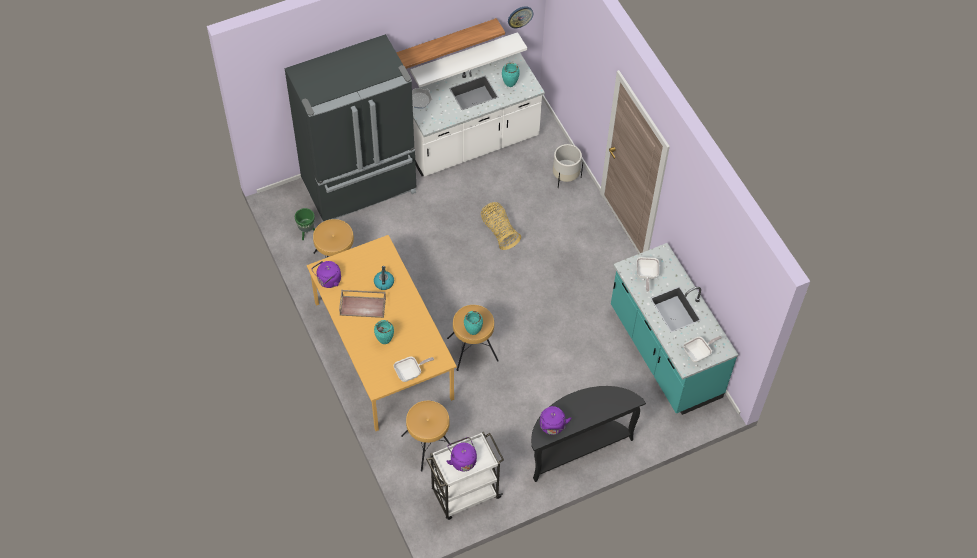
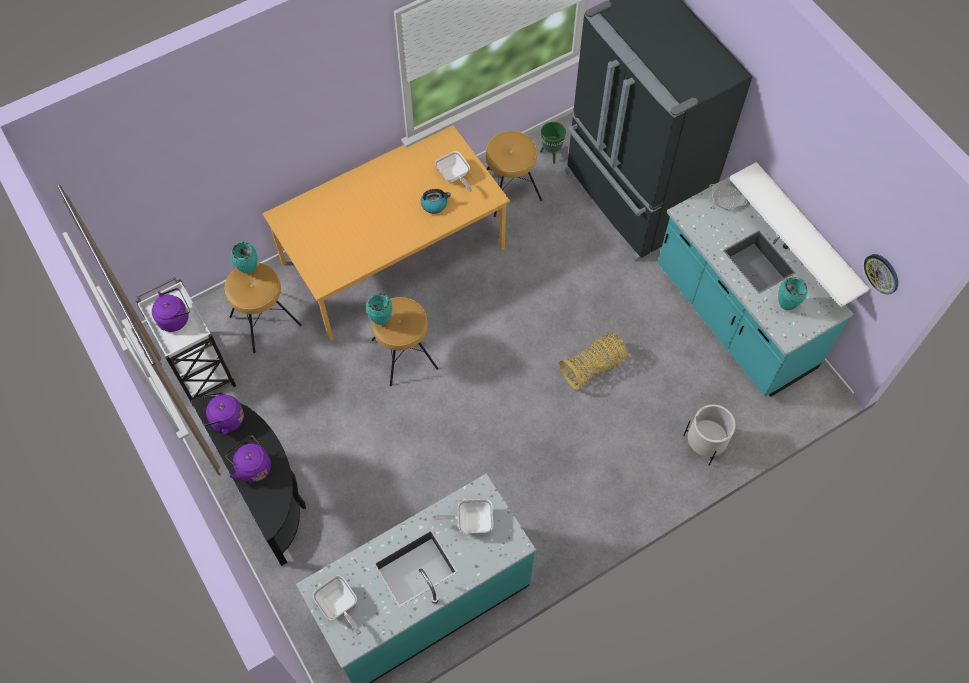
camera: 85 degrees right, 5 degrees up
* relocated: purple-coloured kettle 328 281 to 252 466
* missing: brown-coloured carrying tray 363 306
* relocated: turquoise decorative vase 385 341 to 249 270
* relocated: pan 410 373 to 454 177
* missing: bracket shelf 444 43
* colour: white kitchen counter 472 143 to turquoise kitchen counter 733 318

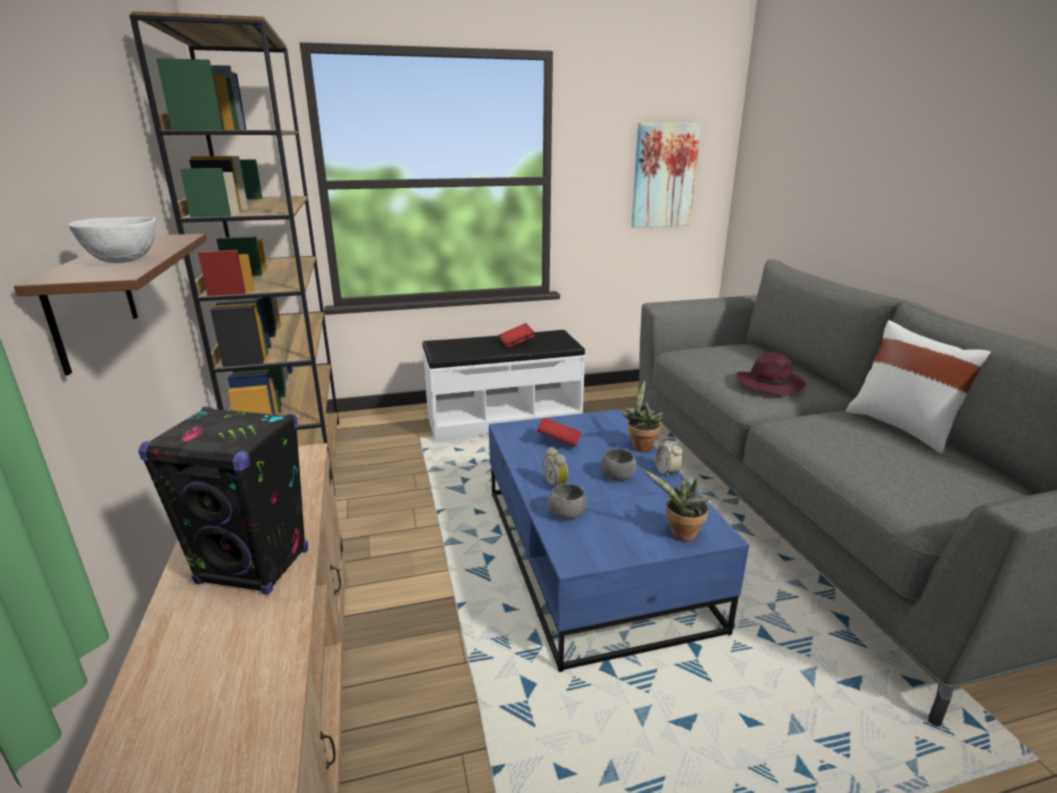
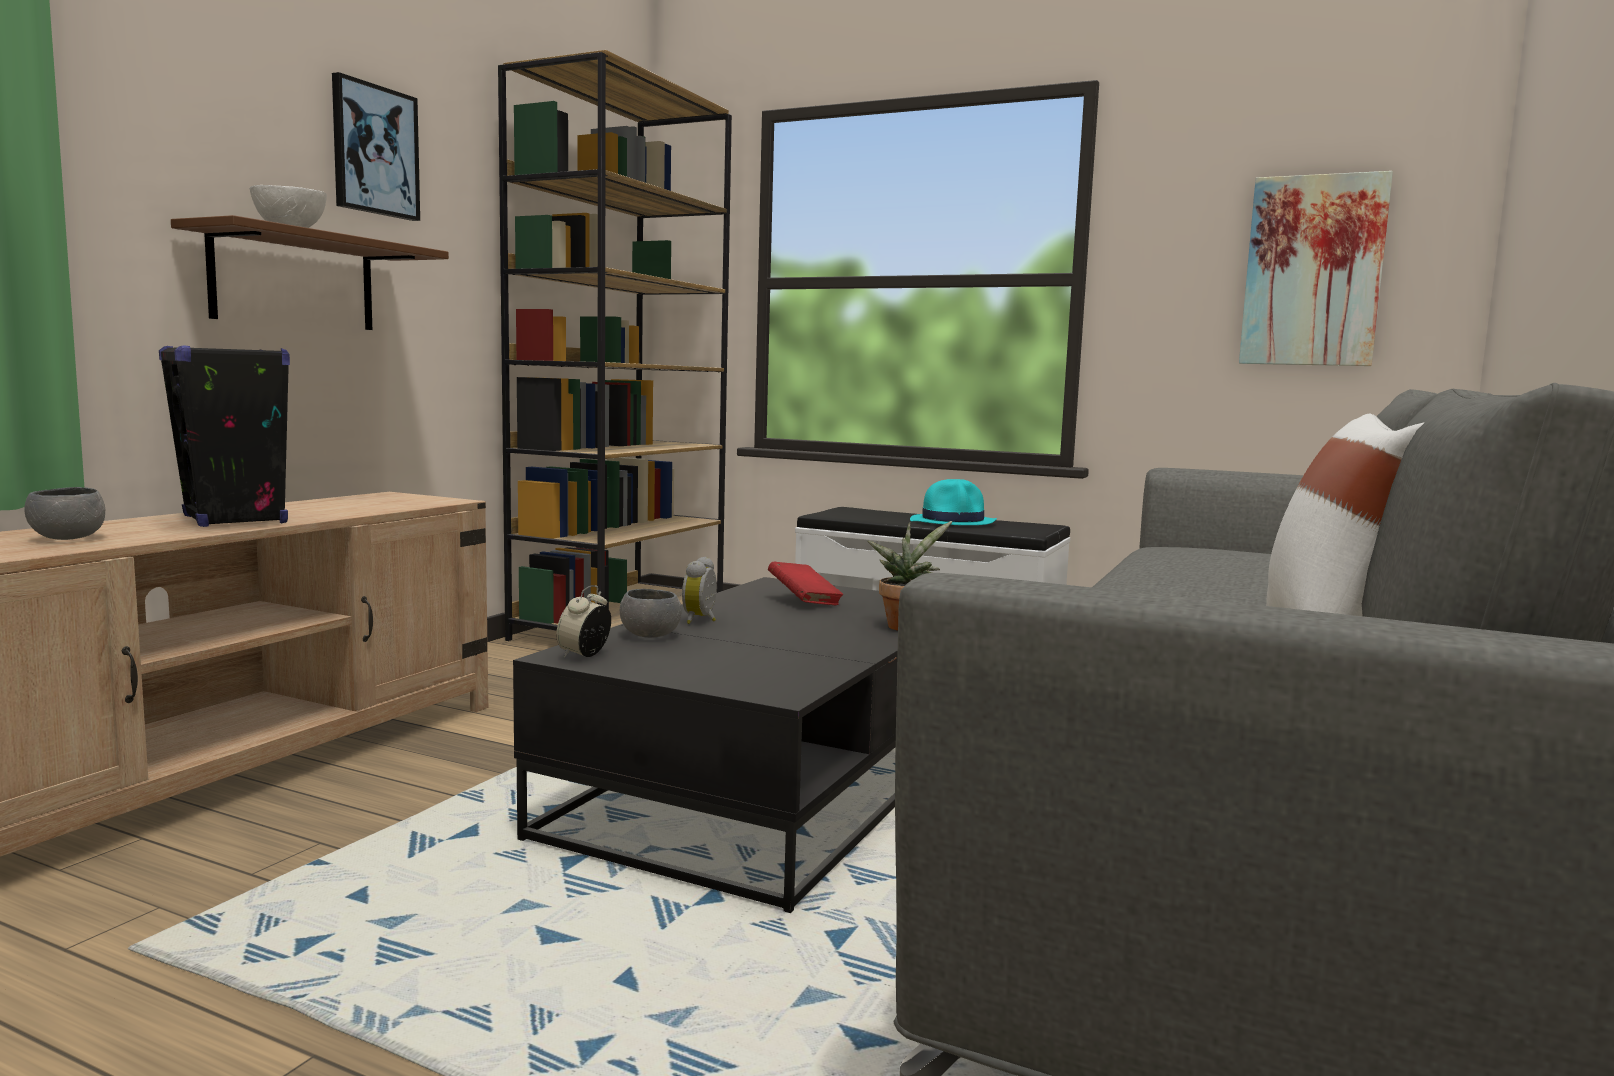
camera: 40 degrees right, 15 degrees down
* colour: blue-coloured coffee table 594 556 to blackish coffee table 772 786
* exchanged: reddish book 516 343 to turquoise clothing hat 953 522
* relocated: gray serving bowl 617 477 to 67 538
* missing: plant in a pot 680 535
* relocated: alarm clock 667 472 to 584 655
* missing: purple-coloured clothing hat 770 384
* appeared: wall art 374 150

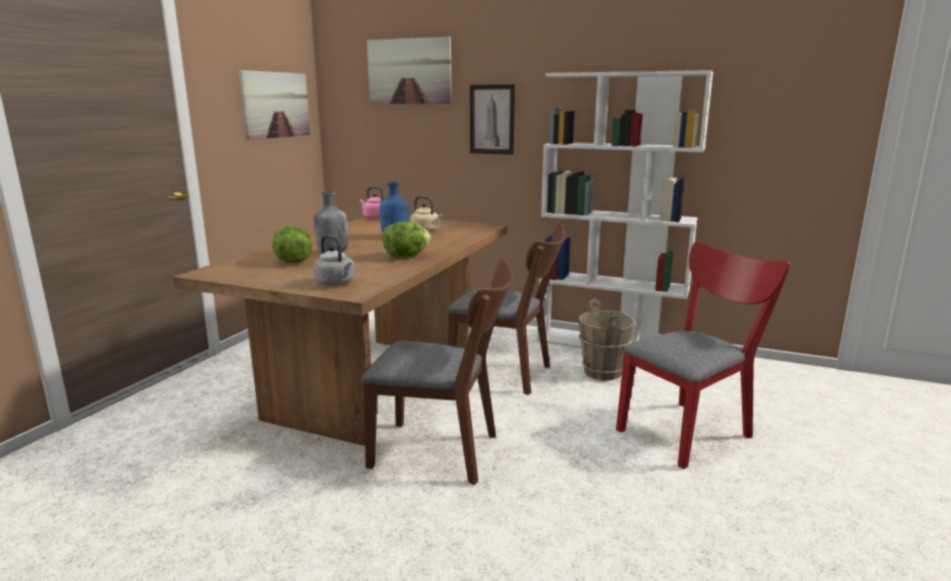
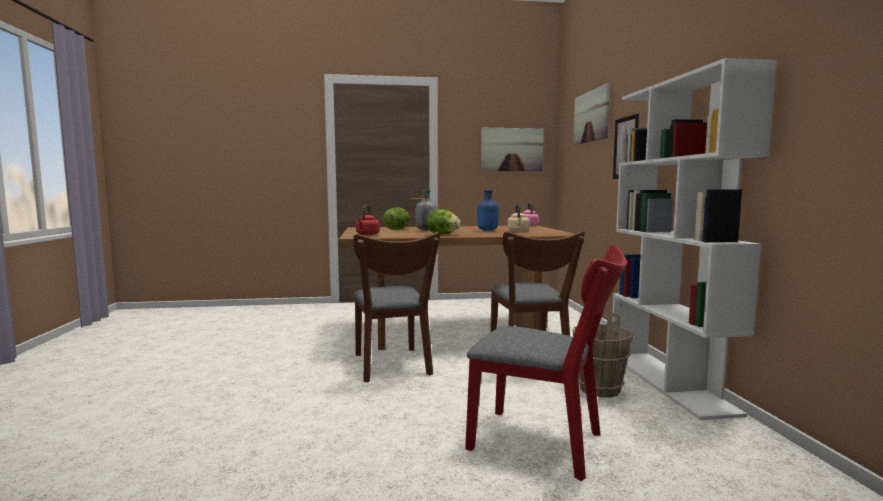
camera: 60 degrees right, 10 degrees down
* colour: gray kettle 336 283 to reddish kettle 367 234

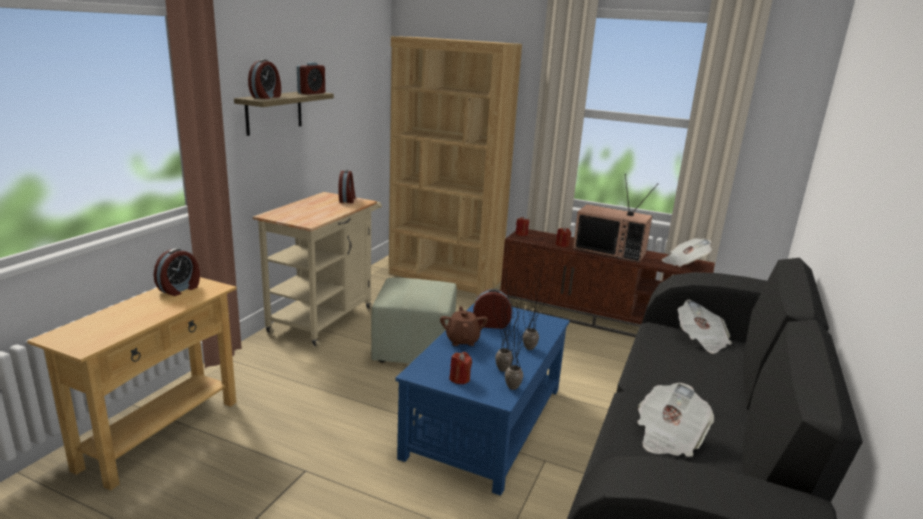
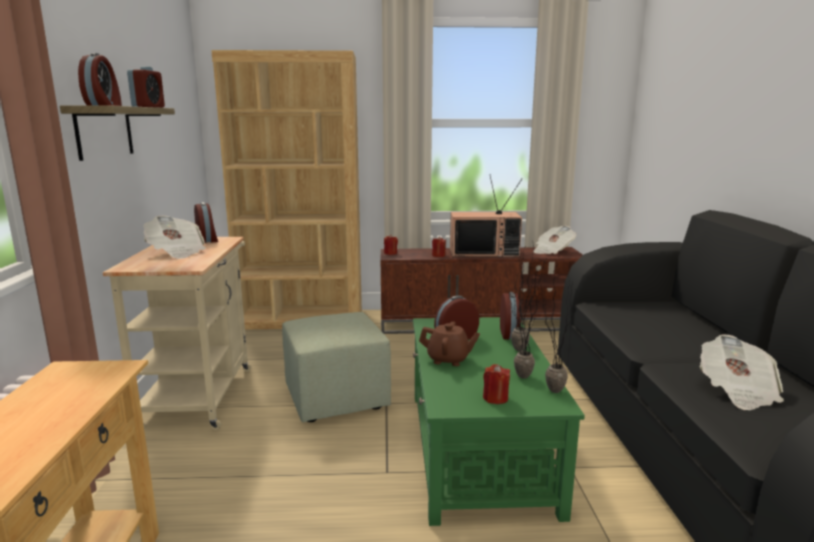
camera: 25 degrees left, 5 degrees down
* relocated: alarm clock 180 289 to 511 334
* colour: blue-coloured coffee table 484 422 to green coffee table 478 449
* spun: brown-coloured pot for tea 462 340 = 448 359 135 degrees clockwise
* relocated: printed paper 701 339 to 176 252

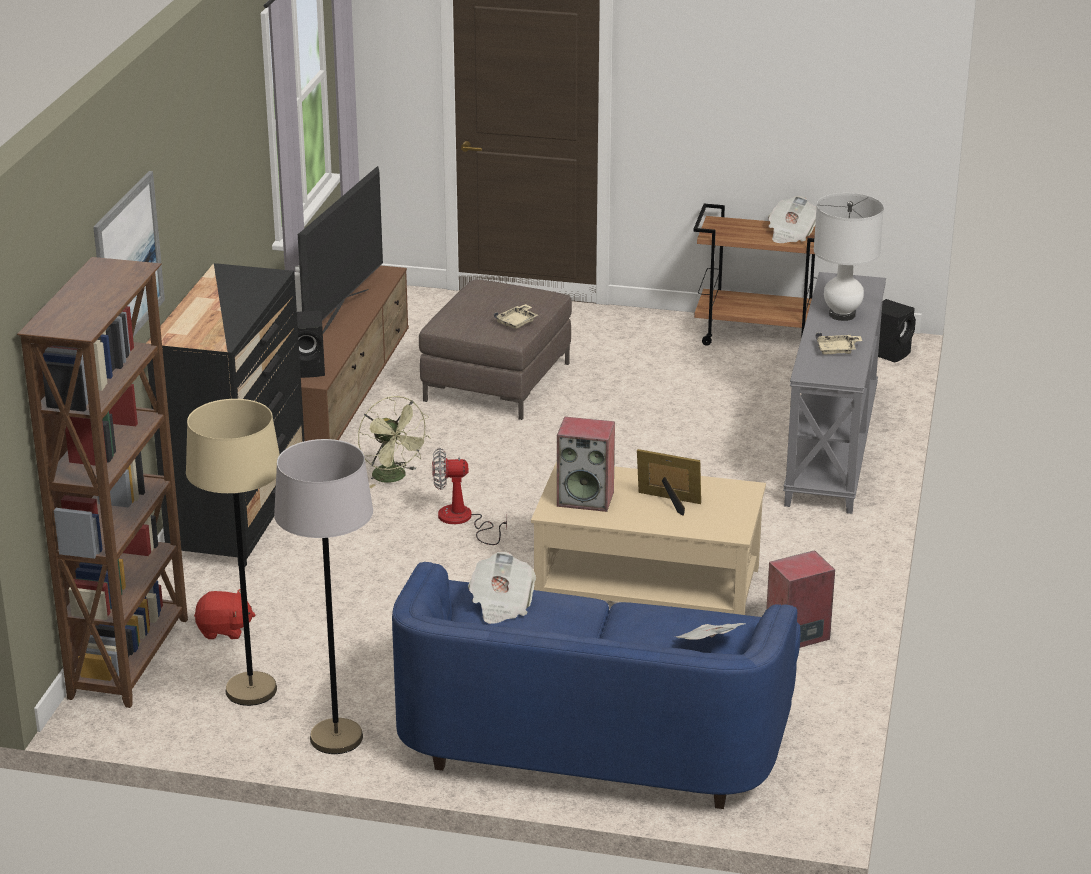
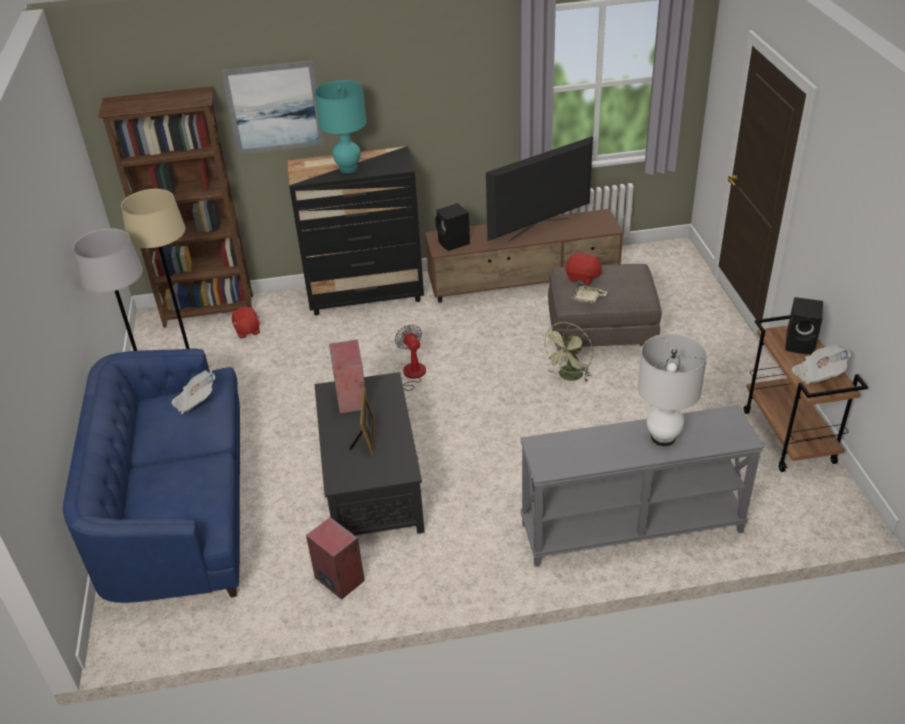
camera: 70 degrees right, 10 degrees up
* spun: TV 344 311 = 540 230 150 degrees clockwise
* relocated: green fan 394 478 to 569 377
* colour: sand-coloured coffee table 646 584 to blackish coffee table 372 481
* missing: printed paper 709 646
* missing: sand-coloured carrying tray 837 350
* relocated: blackish audio speaker 890 352 to 801 344
* appeared: turquoise tabletop lamp 348 169
* appeared: reddish cuddly toy 582 278

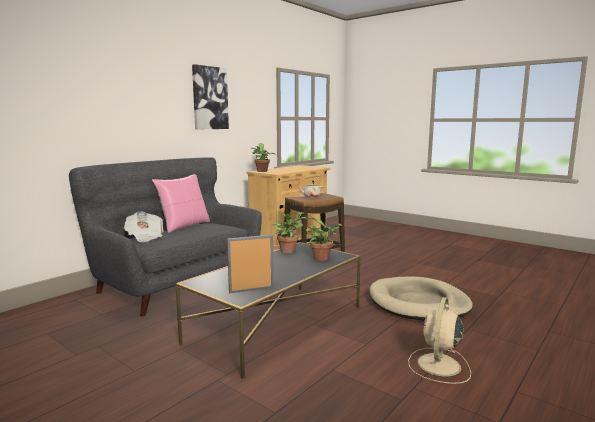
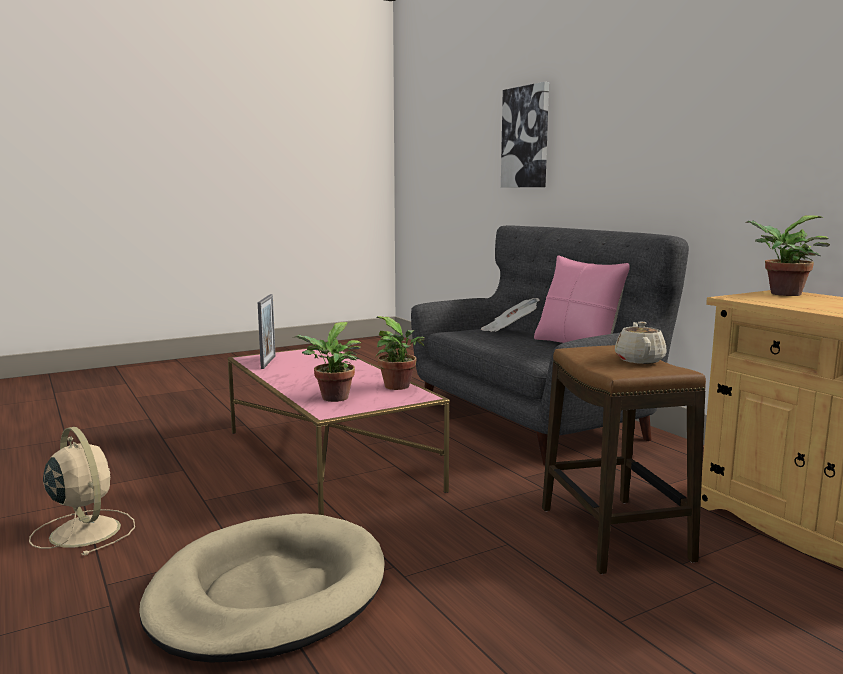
camera: 110 degrees right, 0 degrees up
* colour: blackish coffee table 277 324 to pink-coloured coffee table 328 459
* relocated: wall art 209 98 to 526 137

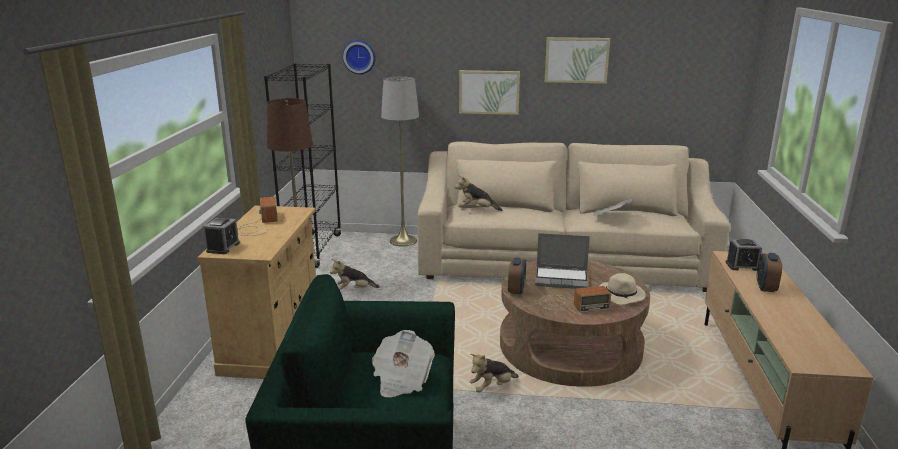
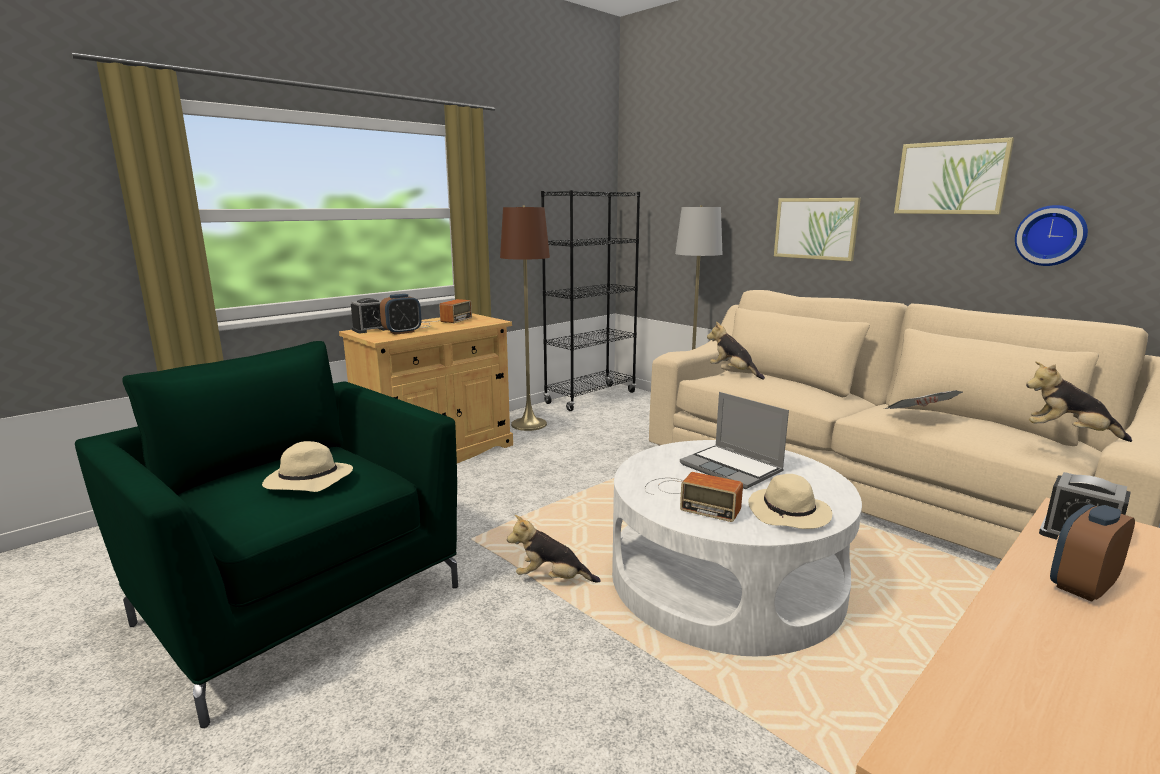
camera: 40 degrees right, 5 degrees down
* relocated: cuddly toy 354 290 to 1068 434
* relocated: hanging clock 359 56 to 1051 235
* exchanged: printed paper 401 379 to sand-coloured clothing hat 307 482
* colour: brown-coloured coffee table 570 346 to white coffee table 725 578
* relocated: alarm clock 516 290 to 402 332

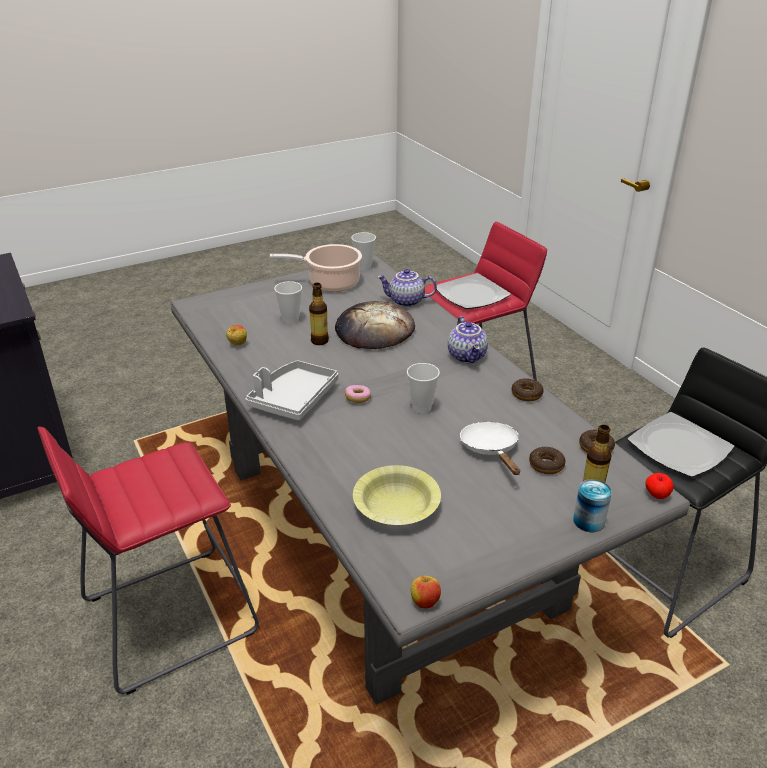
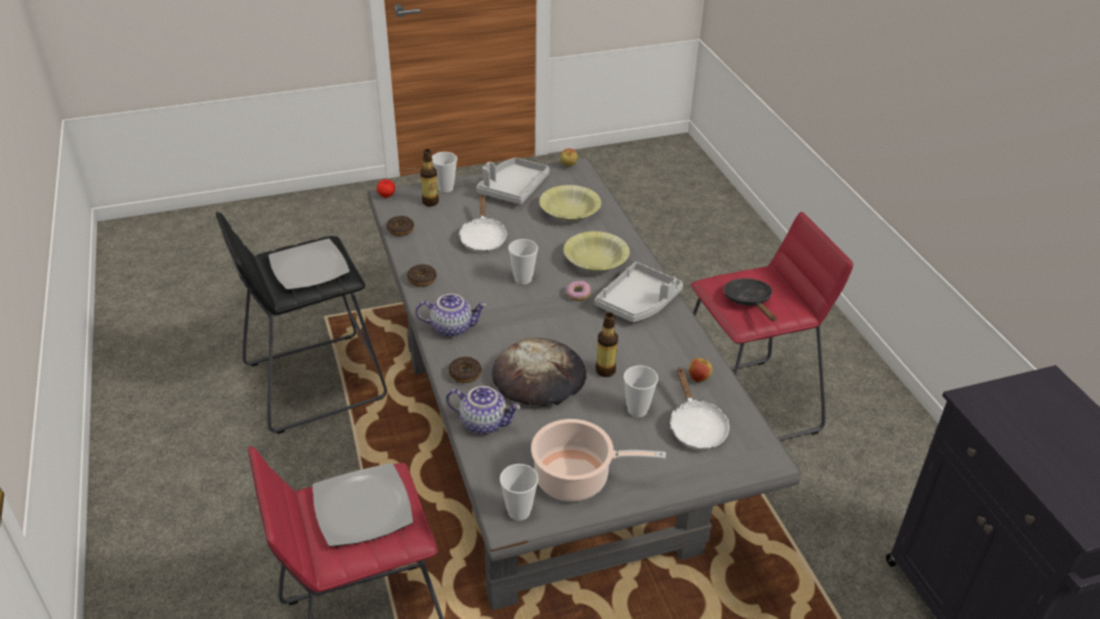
camera: 170 degrees left, 5 degrees up
* spun: pot for tea 467 356 = 452 327 90 degrees clockwise
* relocated: ring doughnut 546 465 to 465 374
* exchanged: can 589 521 to cup 445 188
* appeared: gray carrying tray 513 188
* appeared: yellow-coloured serving bowl 596 260
* appeared: white pan 695 427
* appeared: blackish pan 749 301

